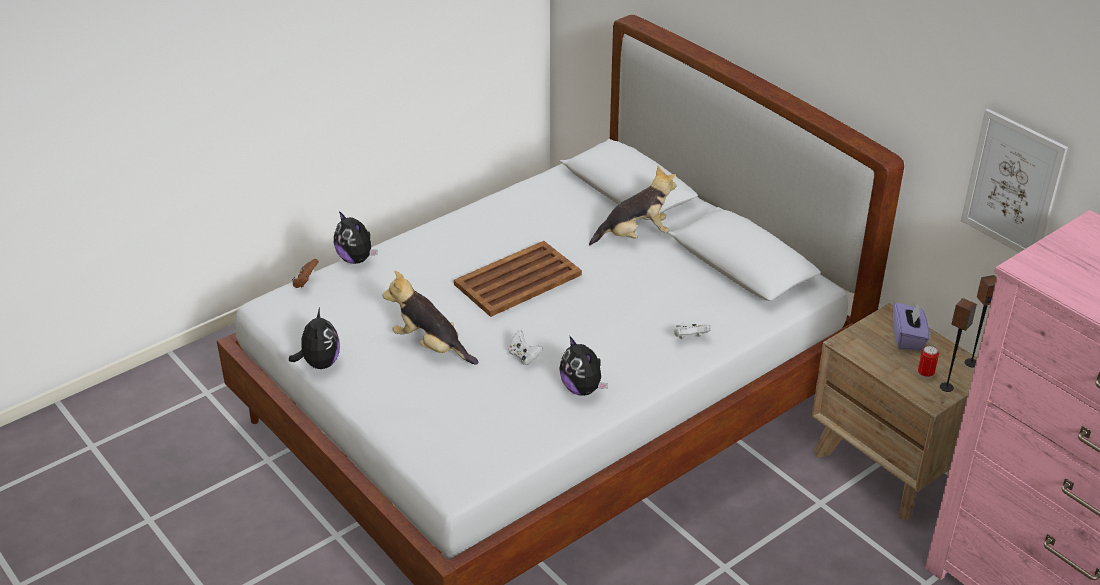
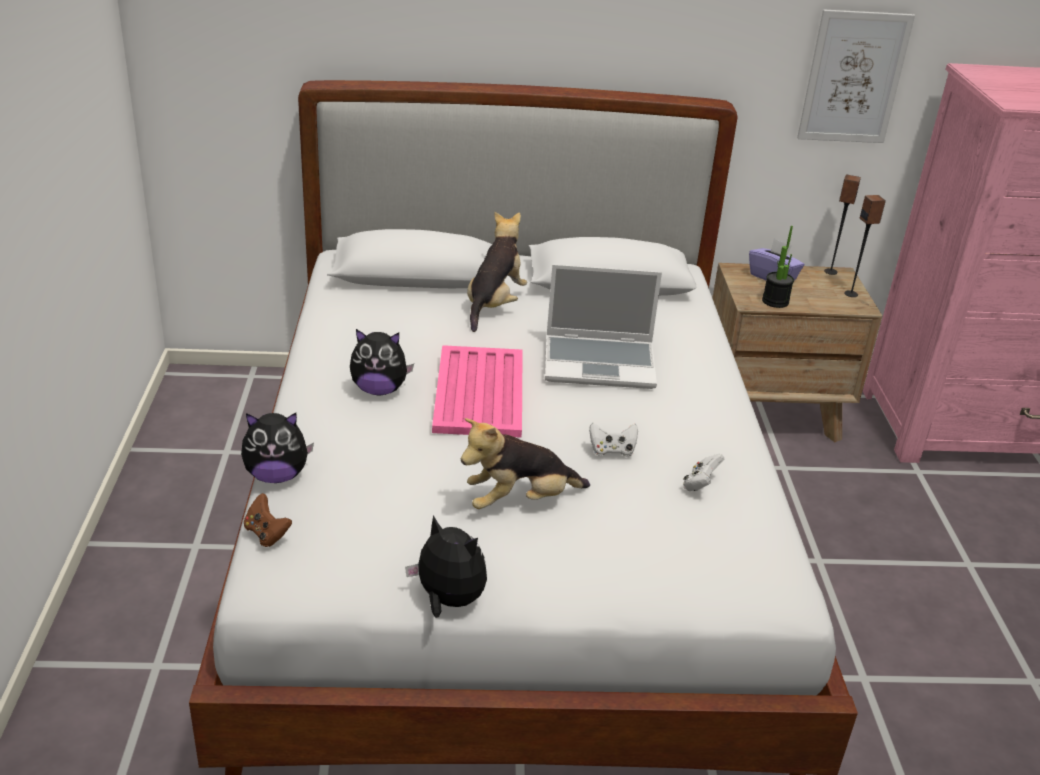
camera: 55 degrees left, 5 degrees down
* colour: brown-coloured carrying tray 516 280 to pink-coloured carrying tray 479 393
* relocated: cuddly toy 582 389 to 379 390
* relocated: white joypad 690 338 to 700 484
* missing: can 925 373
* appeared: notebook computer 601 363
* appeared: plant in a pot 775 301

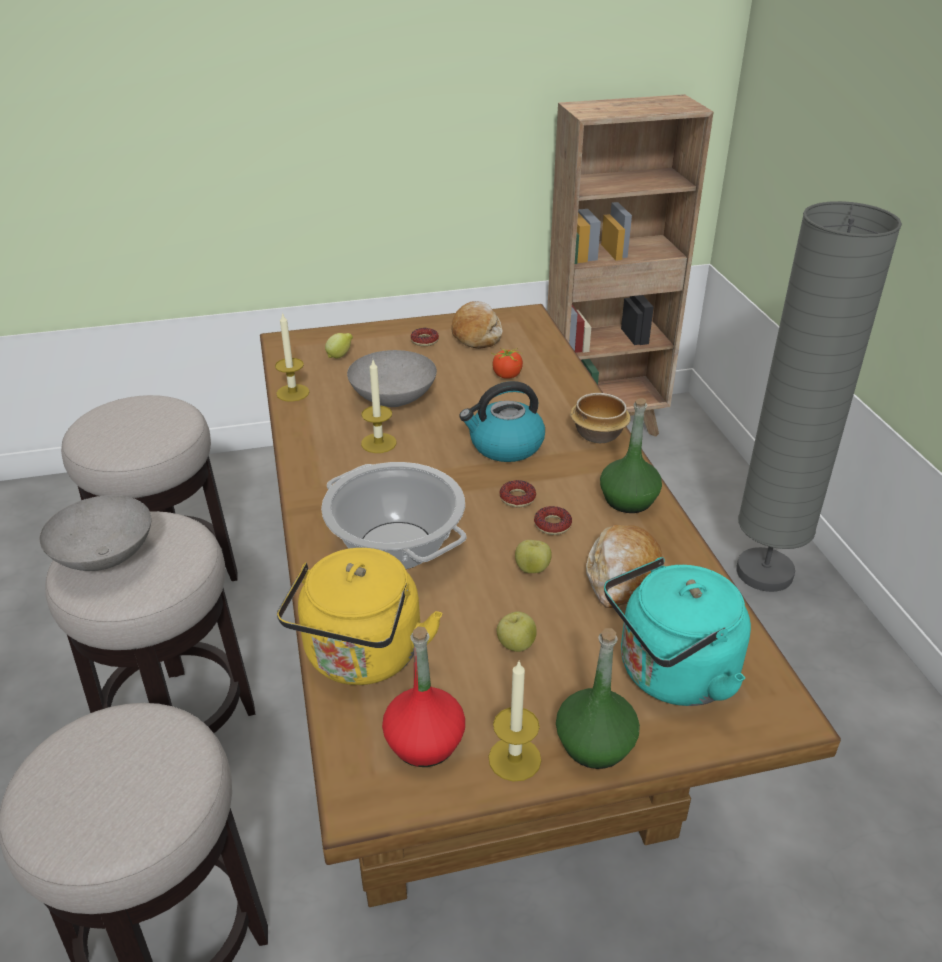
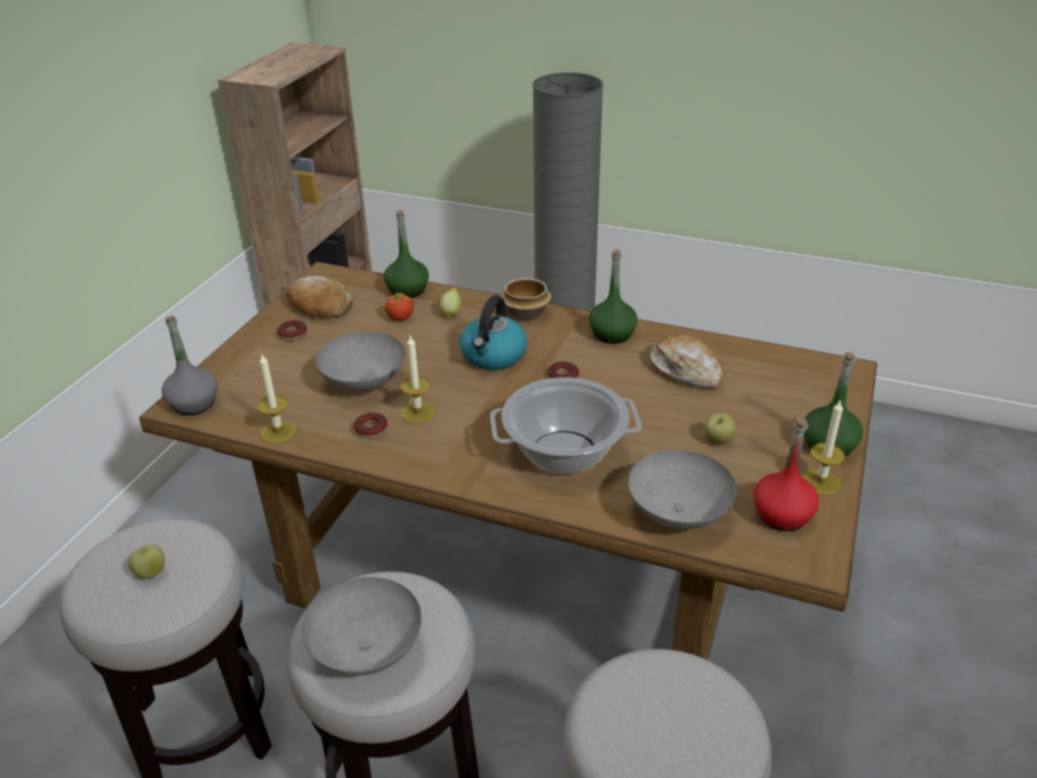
camera: 55 degrees left, 0 degrees up
* exchanged: yellow-coloured kettle 362 658 to gray serving bowl 678 515
* relocated: citrus fruit 340 356 to 451 313
* relocated: apple 532 569 to 151 573
* relocated: ring doughnut 552 525 to 371 429
* missing: turquoise kettle 670 675
* appeared: gray bottle 193 403
* appeared: green bottle 408 290

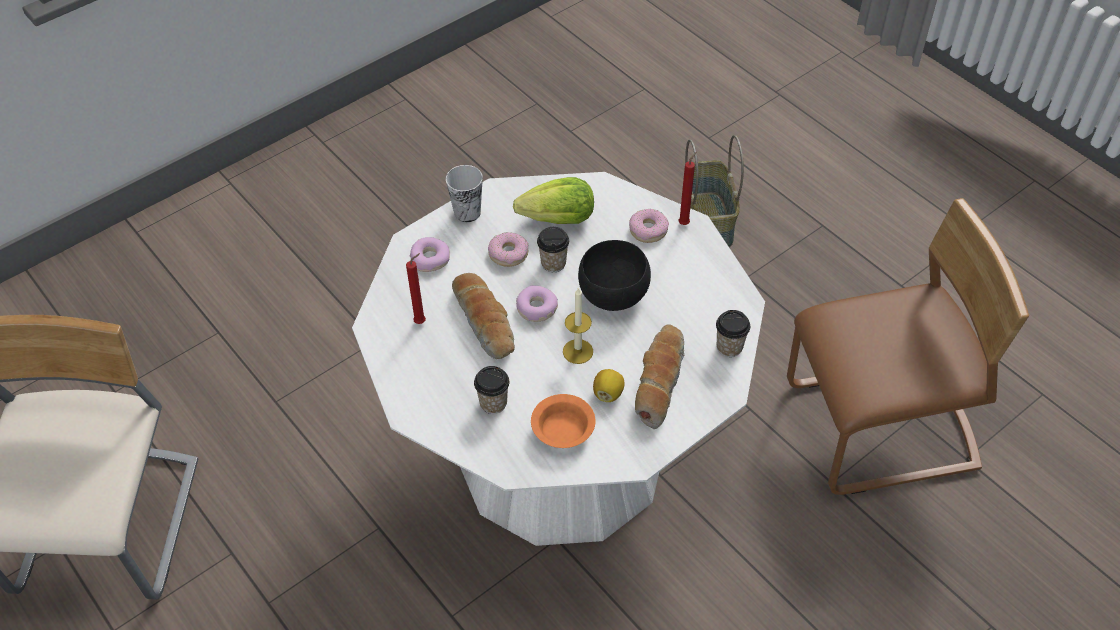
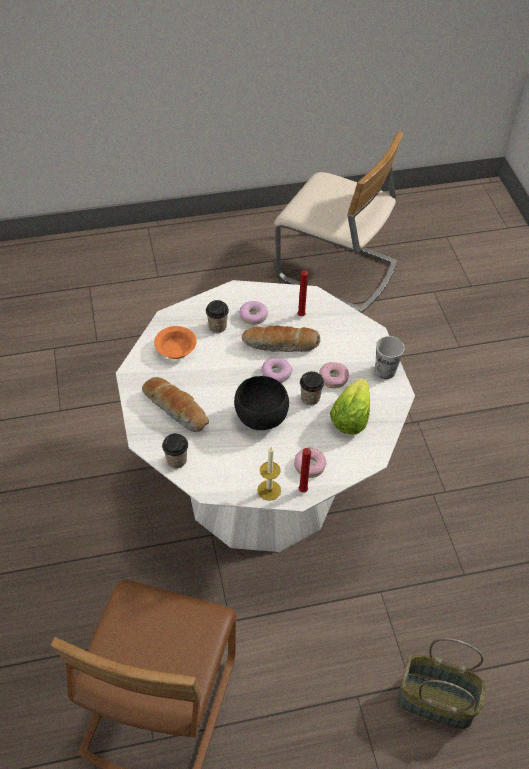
camera: 115 degrees right, 0 degrees up
* relocated: ring doughnut 430 259 to 253 316
* relocated: wax light 578 351 to 269 490
* missing: citrus fruit 608 393

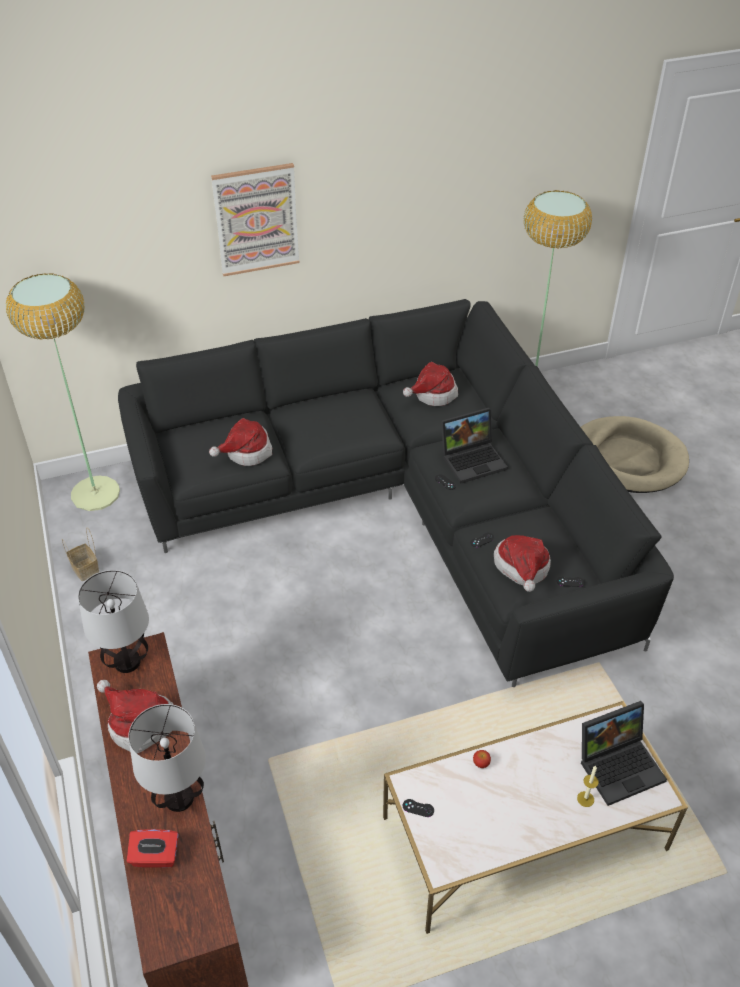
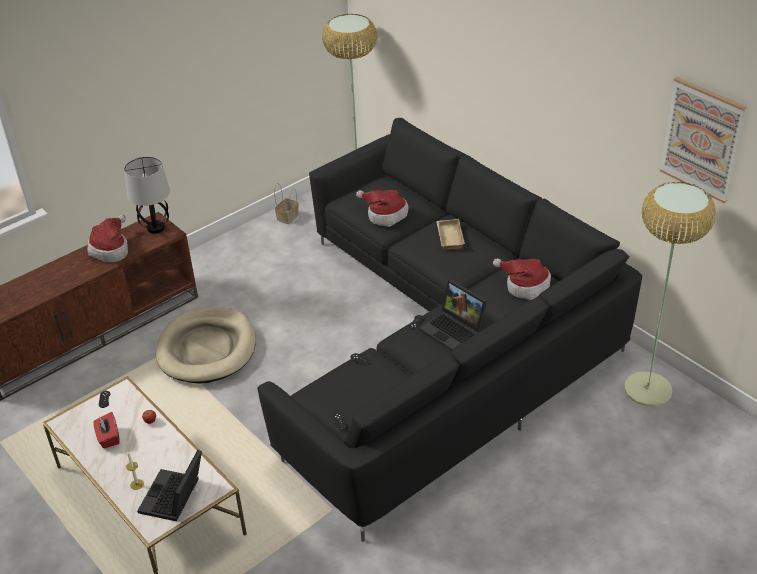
camera: 70 degrees right, 5 degrees down
* relocated: reddish tissue box 155 857 to 108 437
* missing: tabletop lamp 179 799
* relocated: wall art 256 220 to 702 139
* missing: clothing hat 522 570
* relocated: sand-coloured dog cushion 627 459 to 207 349
* spun: notebook computer 620 764 = 174 498 60 degrees clockwise
* appeared: sand-coloured carrying tray 449 237

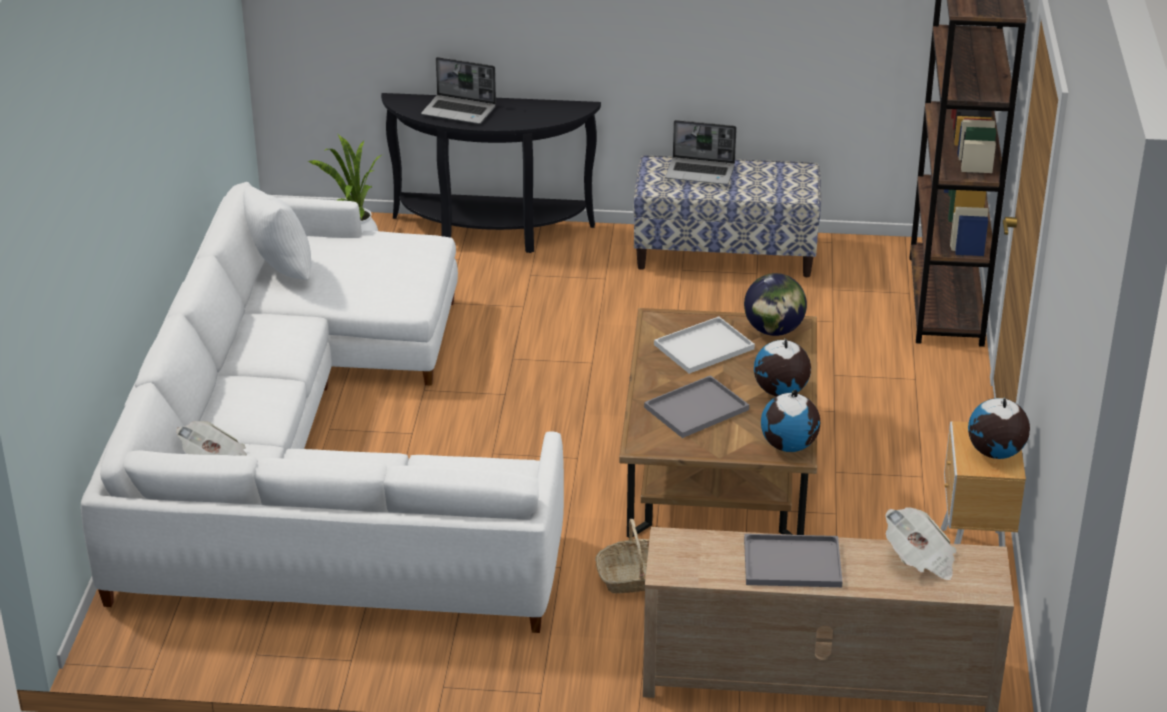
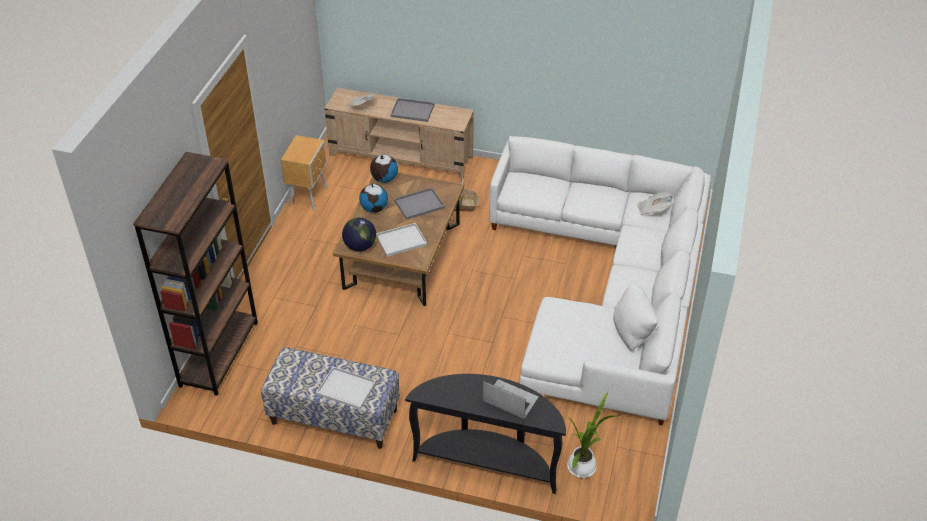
camera: 170 degrees left, 10 degrees up
* exchanged: notebook computer 701 172 to white carrying tray 345 388
* missing: desk globe 995 453

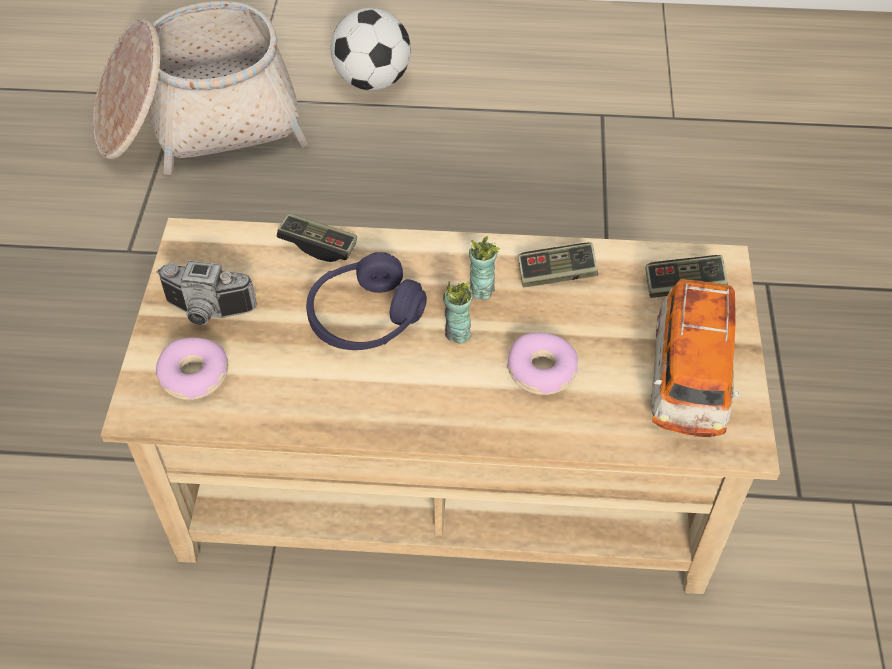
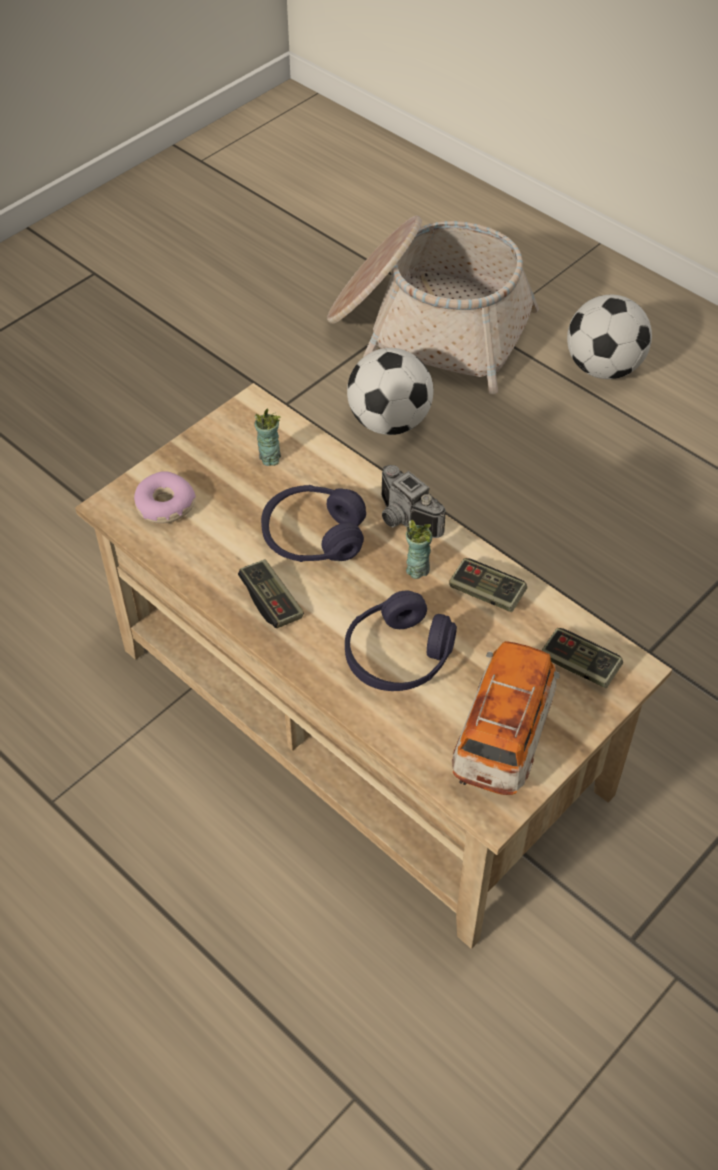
camera: 40 degrees right, 0 degrees up
* relocated: still camera 207 313 to 402 520
* relocated: joypad 318 246 to 271 601
* relocated: cup 457 333 to 269 458
* exchanged: ring doughnut 541 371 to purple-coloured headset 398 656
* spun: model car 688 379 = 503 735 150 degrees clockwise
* appeared: football ball 389 422

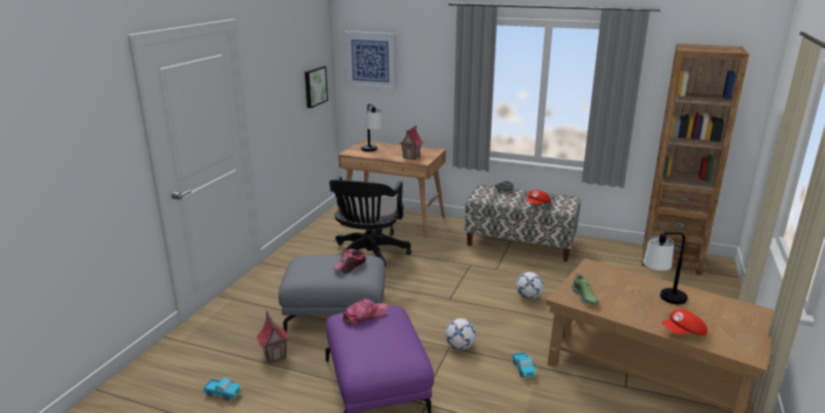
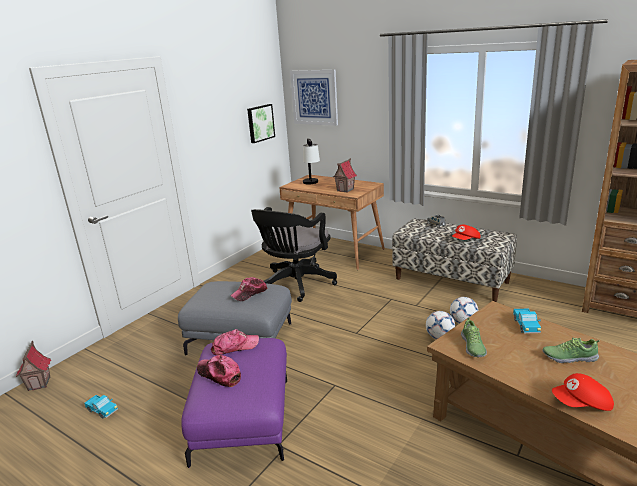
camera: 15 degrees right, 0 degrees up
* relocated: model house 275 355 to 39 383
* relocated: football ball 460 346 to 463 322
* relocated: model truck 523 370 to 526 326
* exchanged: tabletop lamp 662 299 to low shoe 569 357
* appeared: cap 219 375

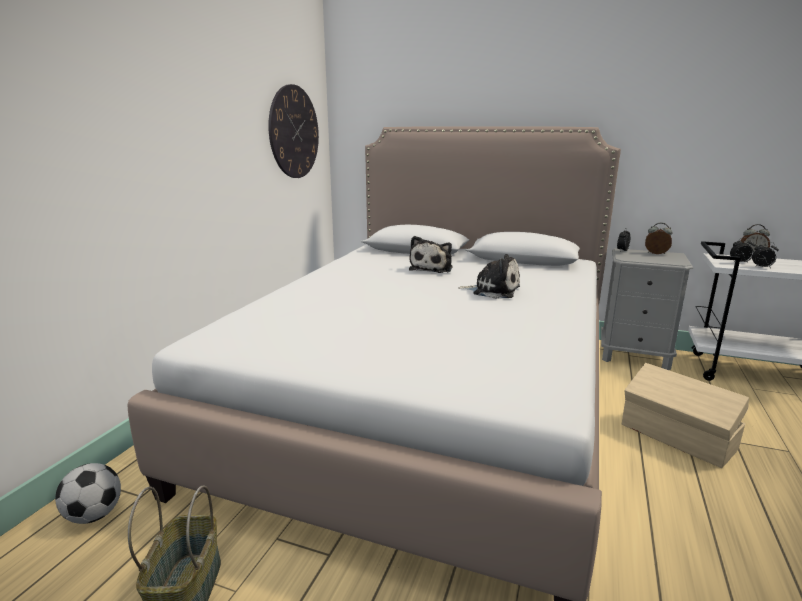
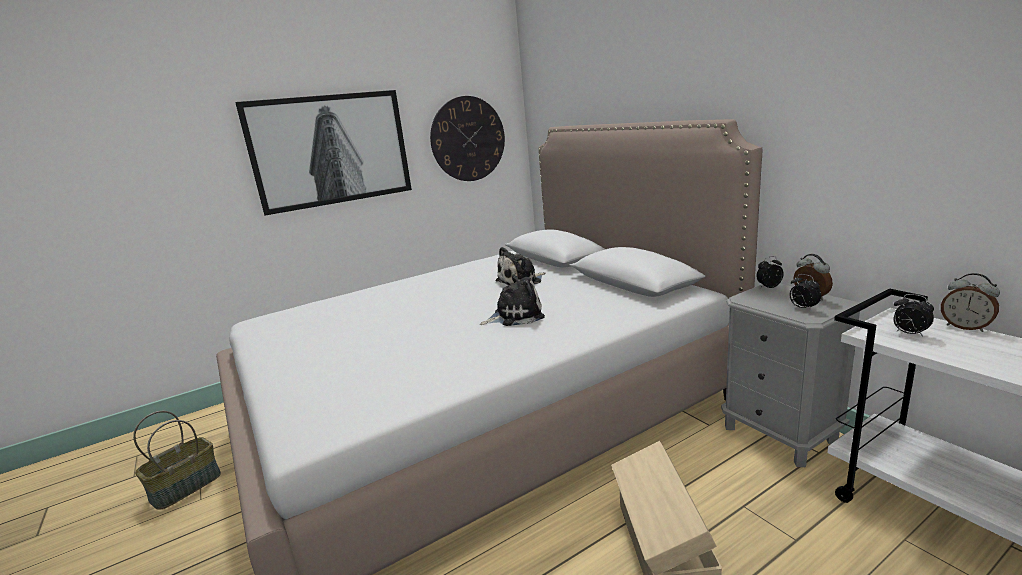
camera: 40 degrees right, 0 degrees up
* missing: football ball 94 515
* spun: cuddly toy 493 290 = 515 316 75 degrees counterclockwise
* relocated: alarm clock 761 267 to 802 308
* appeared: wall art 331 150

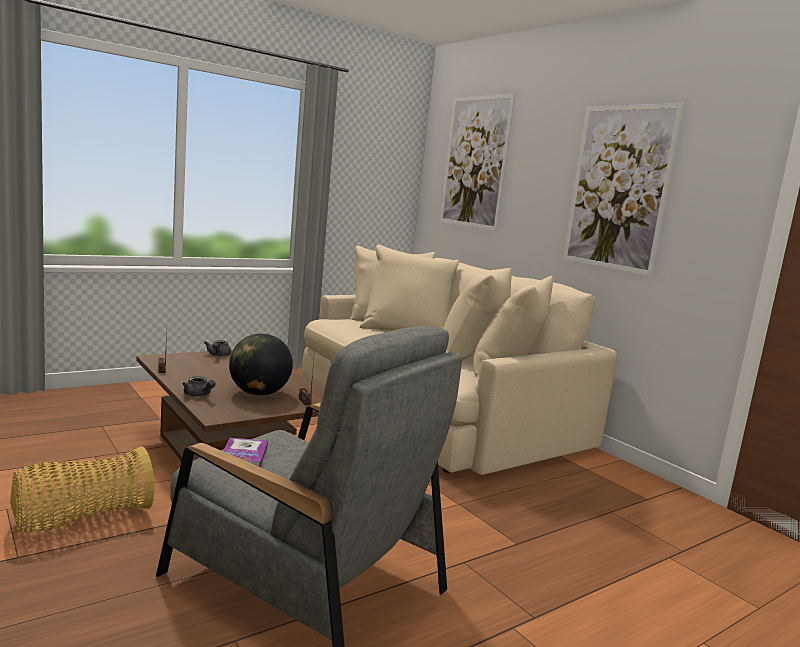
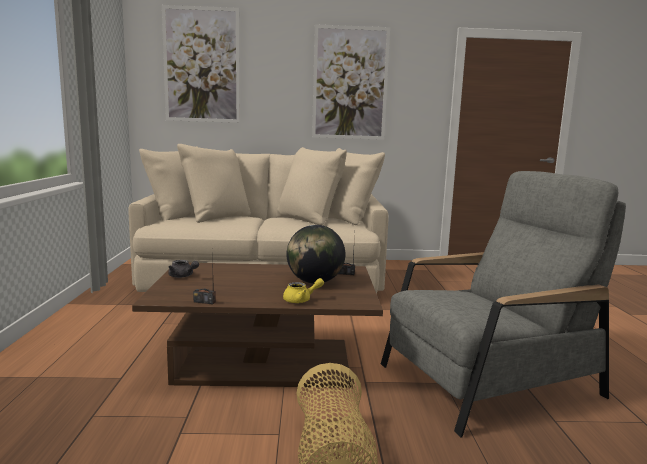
camera: 55 degrees left, 0 degrees up
* colour: gray pot for tea 199 395 to yellow-coloured pot for tea 301 300
* missing: book 244 454

